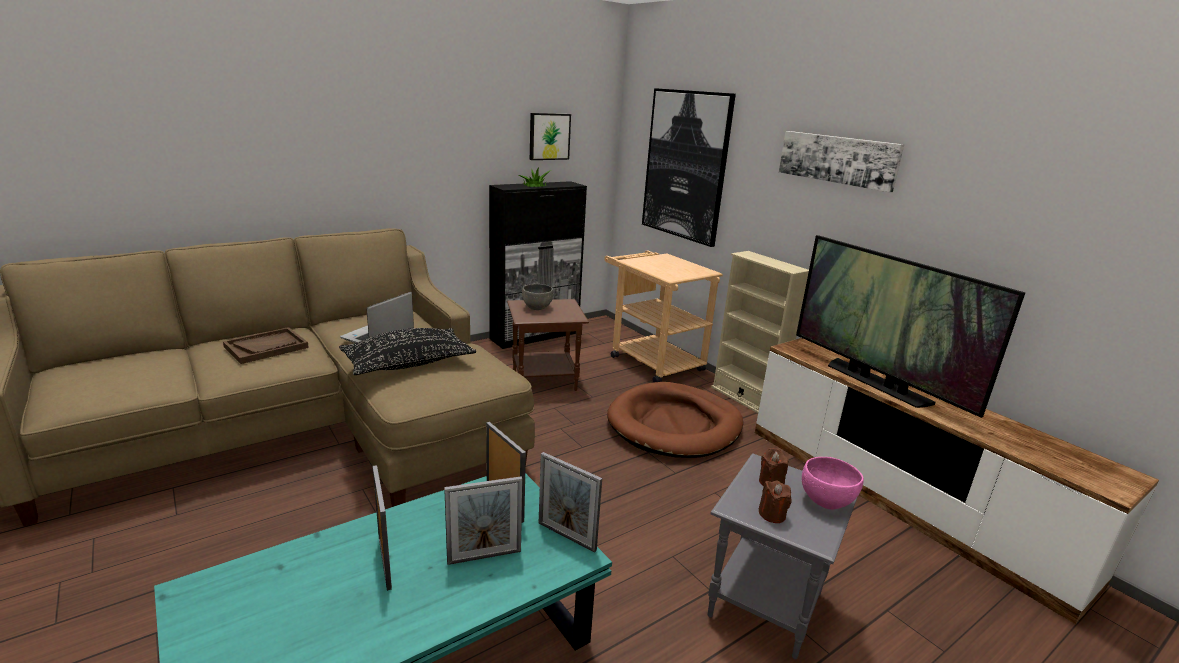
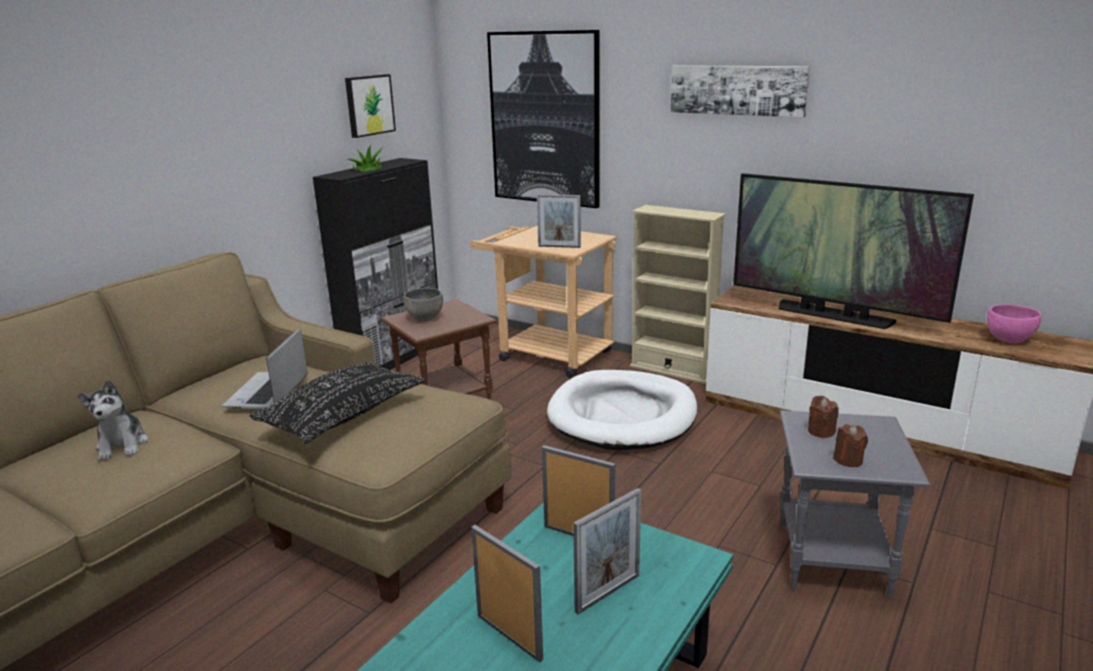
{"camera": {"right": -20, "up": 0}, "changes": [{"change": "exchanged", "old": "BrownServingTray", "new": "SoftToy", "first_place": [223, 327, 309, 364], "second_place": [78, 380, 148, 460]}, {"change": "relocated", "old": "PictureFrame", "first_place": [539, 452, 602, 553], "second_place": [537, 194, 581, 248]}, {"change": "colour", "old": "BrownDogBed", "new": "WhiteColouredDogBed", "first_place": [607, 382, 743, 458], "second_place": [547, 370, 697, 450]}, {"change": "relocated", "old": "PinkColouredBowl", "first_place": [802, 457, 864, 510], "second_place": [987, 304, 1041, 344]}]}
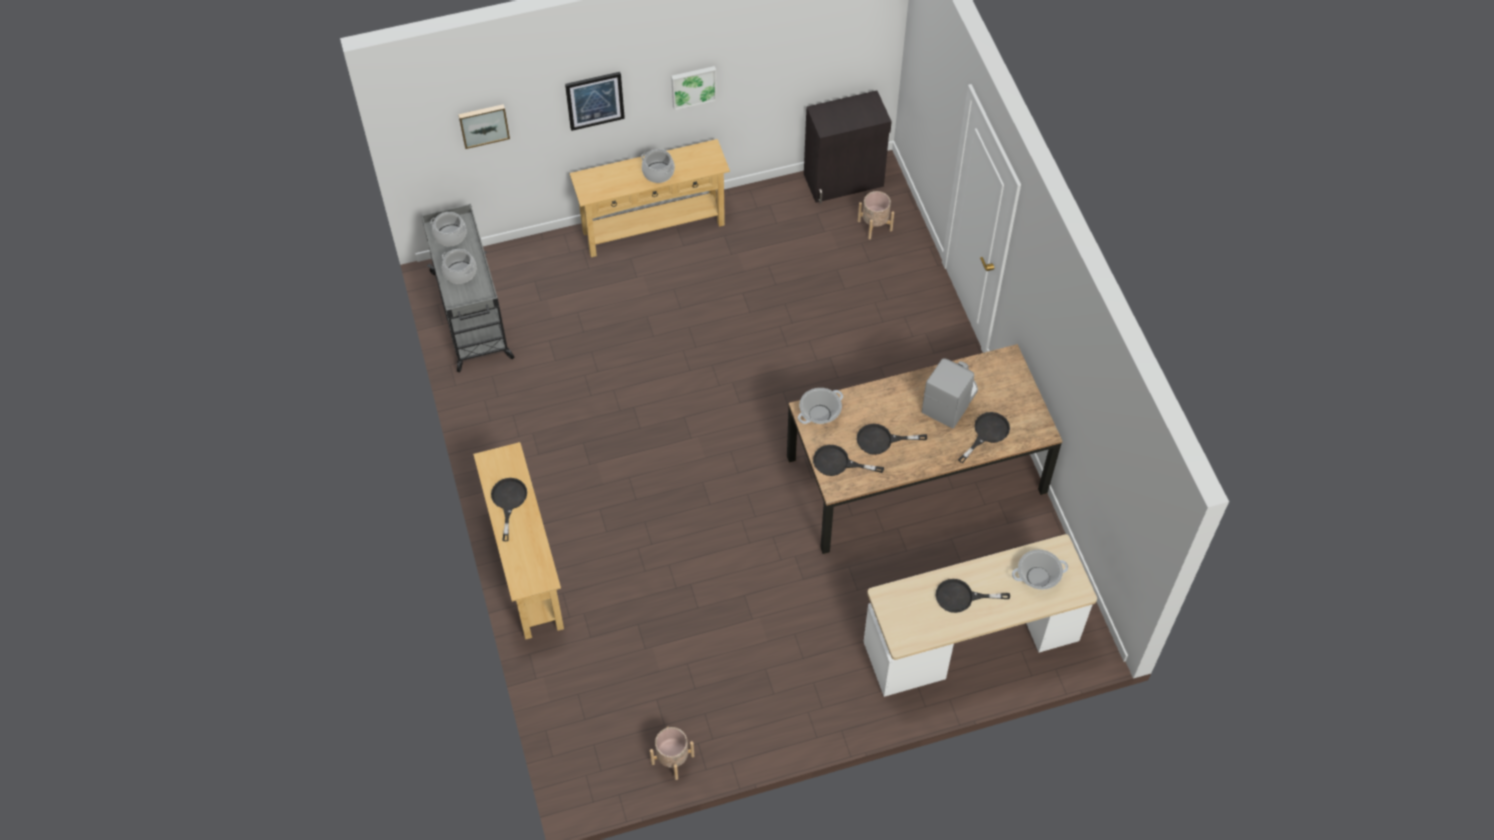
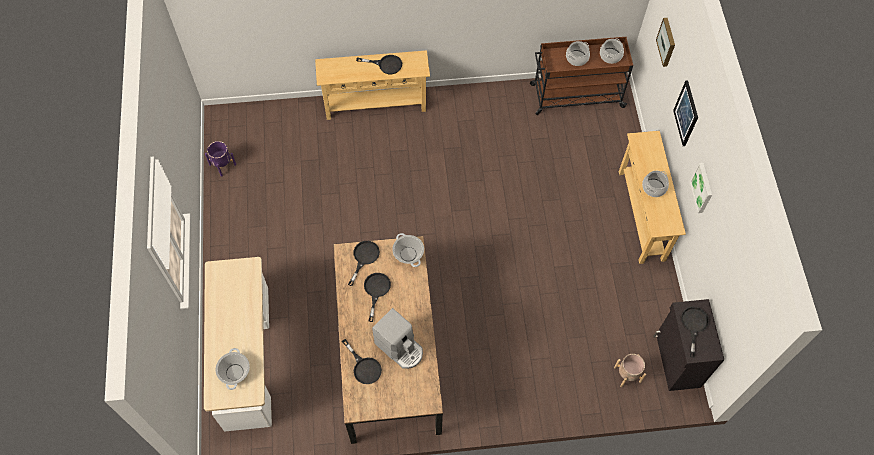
{"camera": {"right": 100, "up": 5}, "changes": [{"change": "colour", "old": "BeigeColouredPlanter", "new": "PurplePlanter", "first_place": [650, 726, 694, 780], "second_place": [205, 141, 236, 176]}, {"change": "colour", "old": "GreyishCart", "new": "BrownCart", "first_place": [421, 204, 514, 372], "second_place": [530, 37, 633, 115]}, {"change": "relocated", "old": "BlackishSkillet", "first_place": [935, 579, 1010, 613], "second_place": [681, 307, 709, 358]}]}
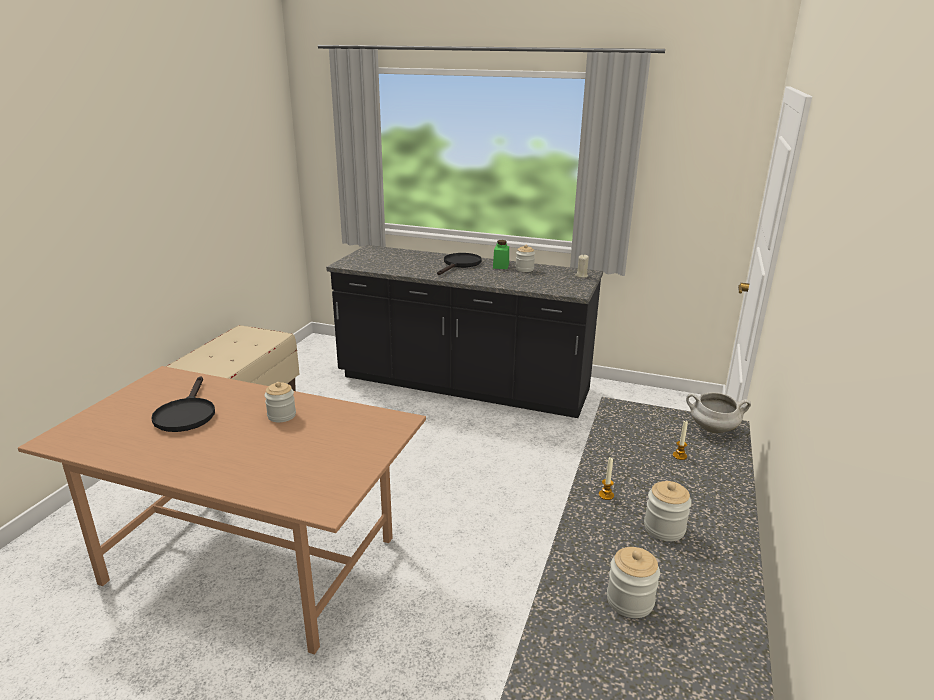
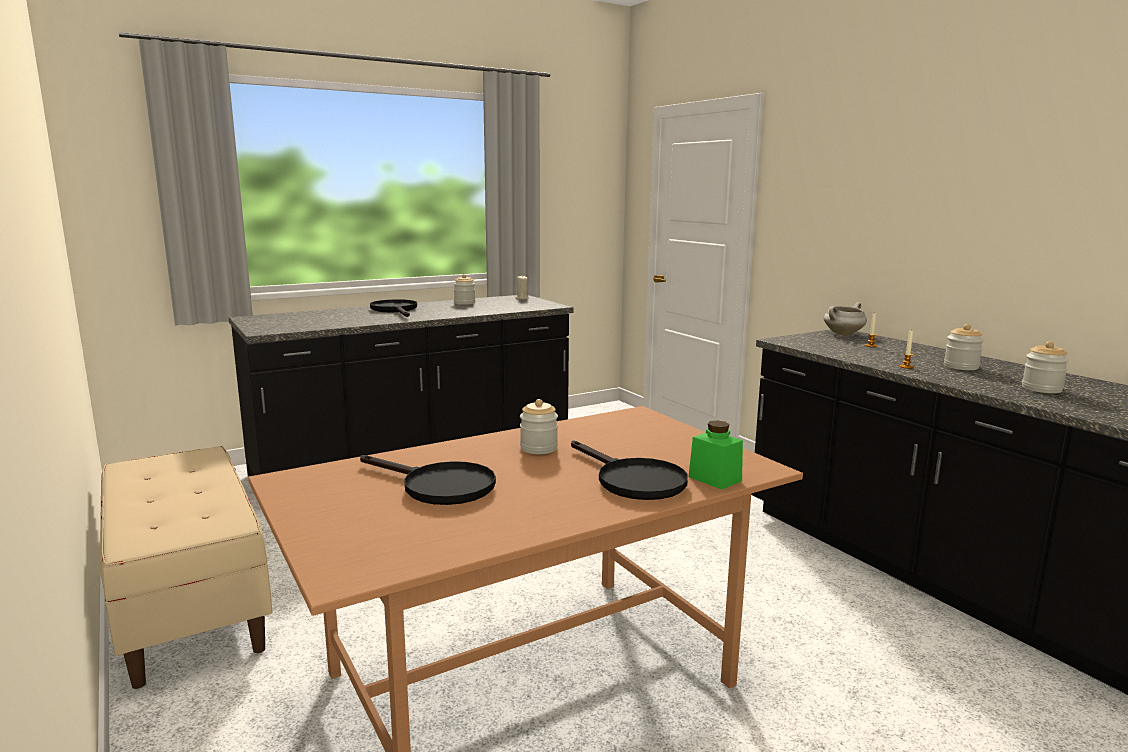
{"camera": {"right": -50, "up": -10}, "changes": [{"change": "appeared", "new": "BlackishSkillet", "second_place": [571, 440, 688, 500]}, {"change": "relocated", "old": "GreenColouredJar", "first_place": [493, 240, 509, 269], "second_place": [689, 420, 743, 490]}]}
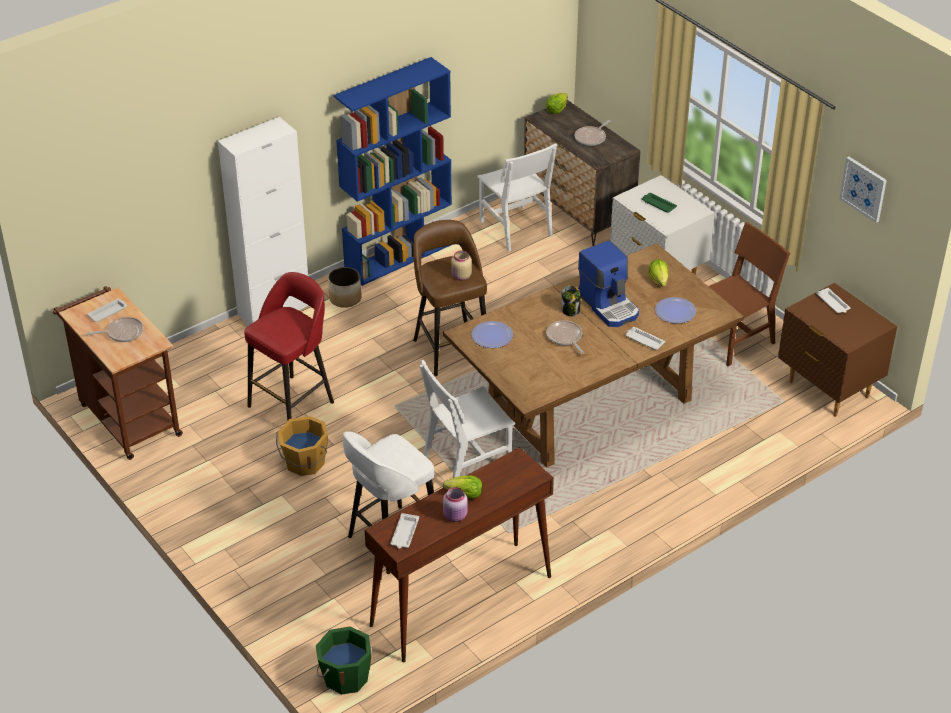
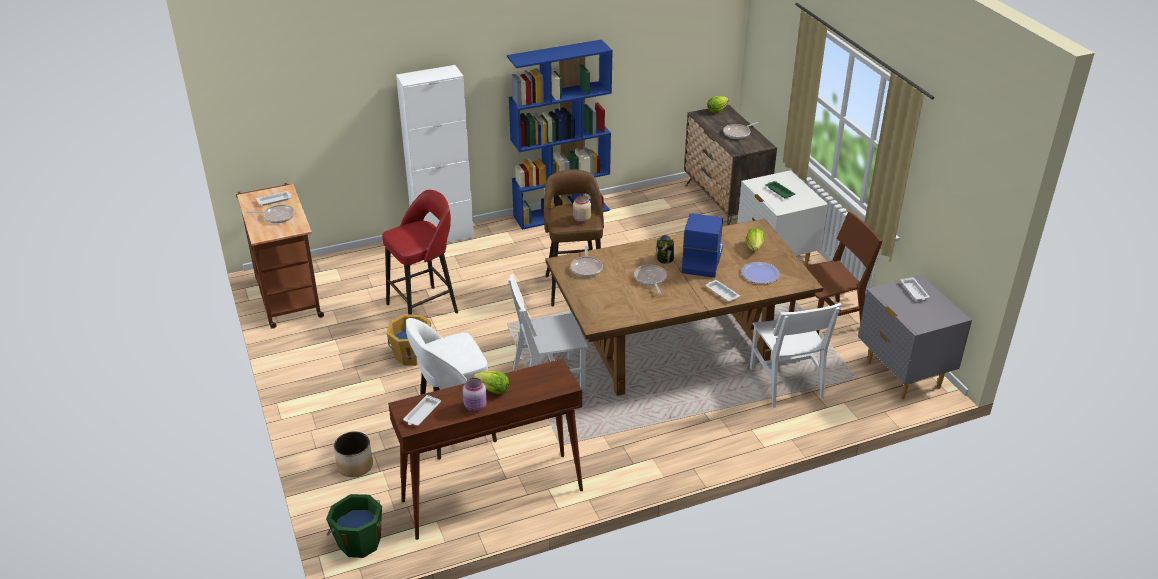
{"camera": {"right": 15, "up": -5}, "changes": [{"change": "relocated", "old": "Planter", "first_place": [328, 267, 361, 308], "second_place": [334, 432, 373, 477]}, {"change": "exchanged", "old": "DinnerPlate", "new": "Skillet", "first_place": [472, 321, 513, 348], "second_place": [570, 246, 603, 277]}, {"change": "spun", "old": "CoffeeBrewer", "first_place": [578, 240, 639, 327], "second_place": [681, 214, 723, 278], "degrees": -150}, {"change": "relocated", "old": "WhiteColouredPlainChair", "first_place": [477, 143, 557, 251], "second_place": [750, 303, 842, 408]}, {"change": "colour", "old": "BrownNightTable", "new": "GreyishNightTable", "first_place": [778, 283, 897, 417], "second_place": [858, 275, 972, 399]}, {"change": "missing", "old": "WallArt", "first_place": [839, 157, 887, 223]}]}
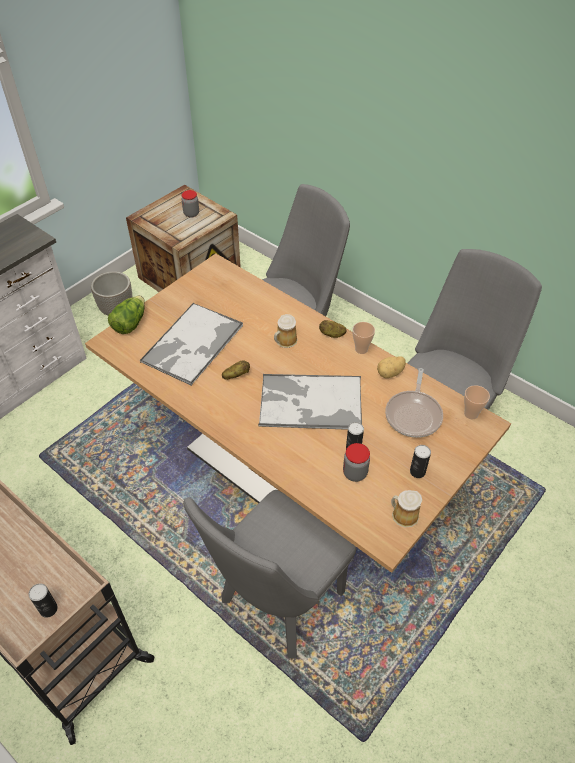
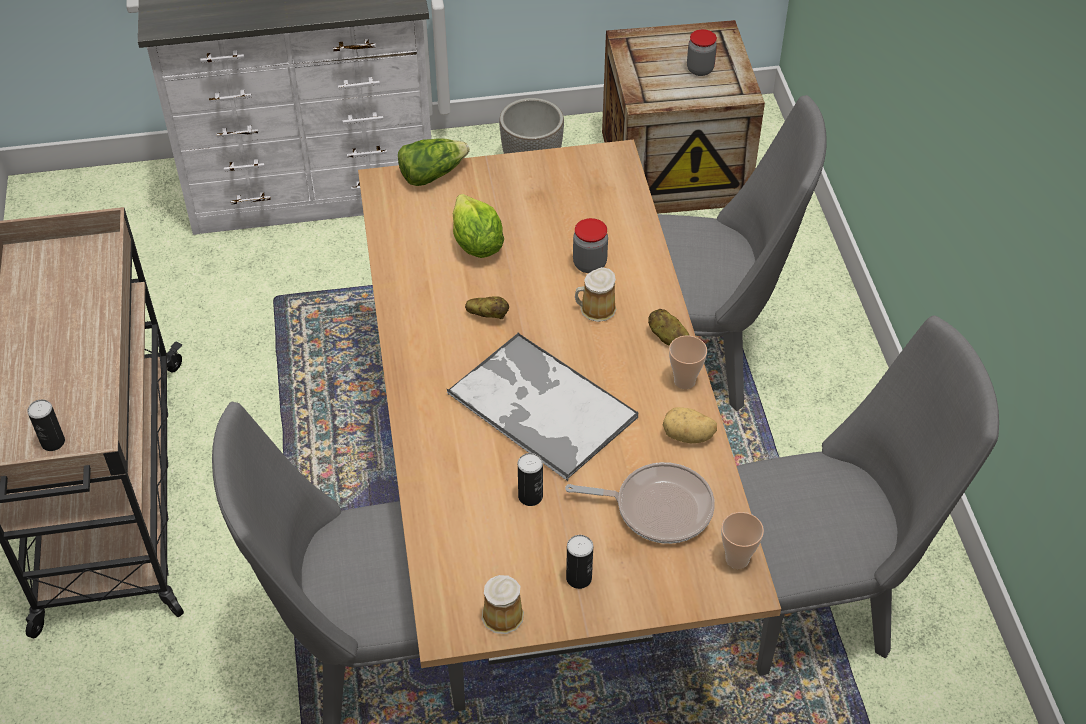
{"camera": {"right": 40, "up": 0}, "changes": [{"change": "exchanged", "old": "ServingTray", "new": "LettuceHead", "first_place": [140, 303, 243, 386], "second_place": [453, 194, 504, 258]}, {"change": "spun", "old": "Skillet", "first_place": [385, 368, 443, 438], "second_place": [565, 462, 715, 544], "degrees": -135}, {"change": "relocated", "old": "Jar", "first_place": [343, 443, 370, 482], "second_place": [573, 218, 608, 273]}]}
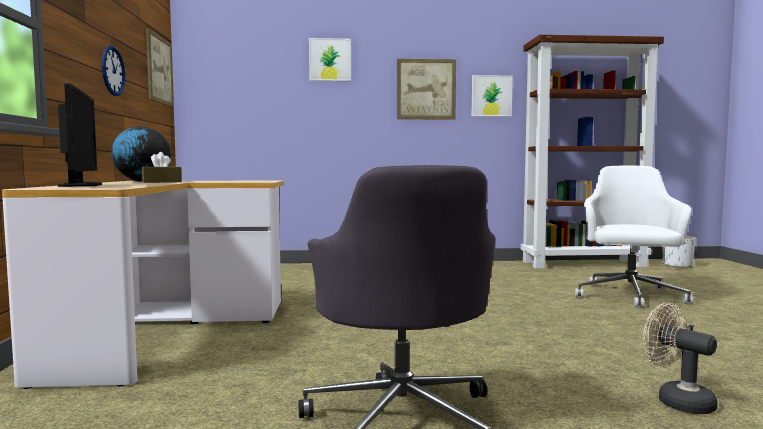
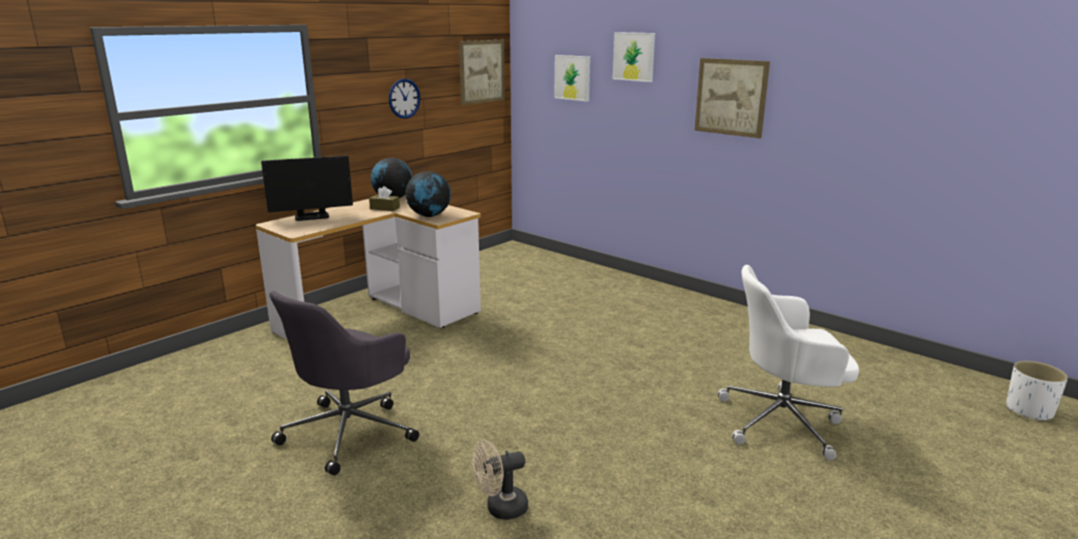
{"camera": {"right": 45, "up": 15}, "changes": [{"change": "spun", "old": "ComputerDisplay", "first_place": [58, 83, 102, 187], "second_place": [261, 156, 353, 221], "degrees": 45}, {"change": "appeared", "new": "WorldGlobe", "second_place": [405, 171, 451, 217]}, {"change": "spun", "old": "BeigeColouredElectricFan", "first_place": [643, 303, 717, 414], "second_place": [472, 440, 528, 520], "degrees": -120}, {"change": "relocated", "old": "WallArt", "first_place": [472, 75, 513, 117], "second_place": [555, 55, 590, 102]}, {"change": "spun", "old": "WhiteColouredComputerChair", "first_place": [575, 165, 693, 308], "second_place": [718, 265, 859, 461], "degrees": -150}, {"change": "missing", "old": "BrownBookshelf", "first_place": [521, 35, 664, 269]}]}
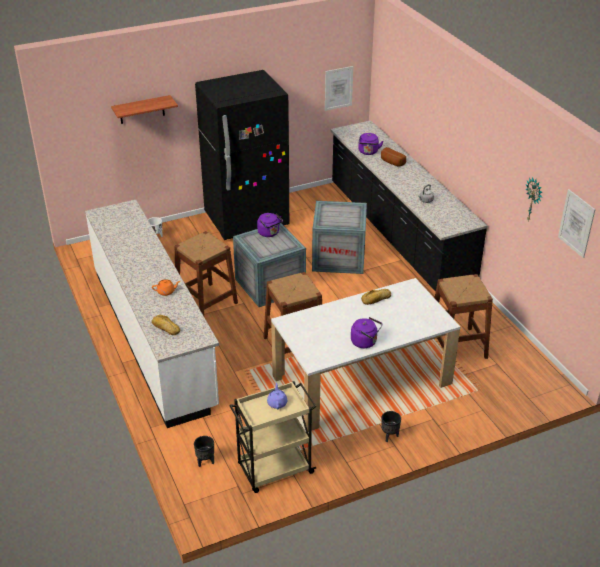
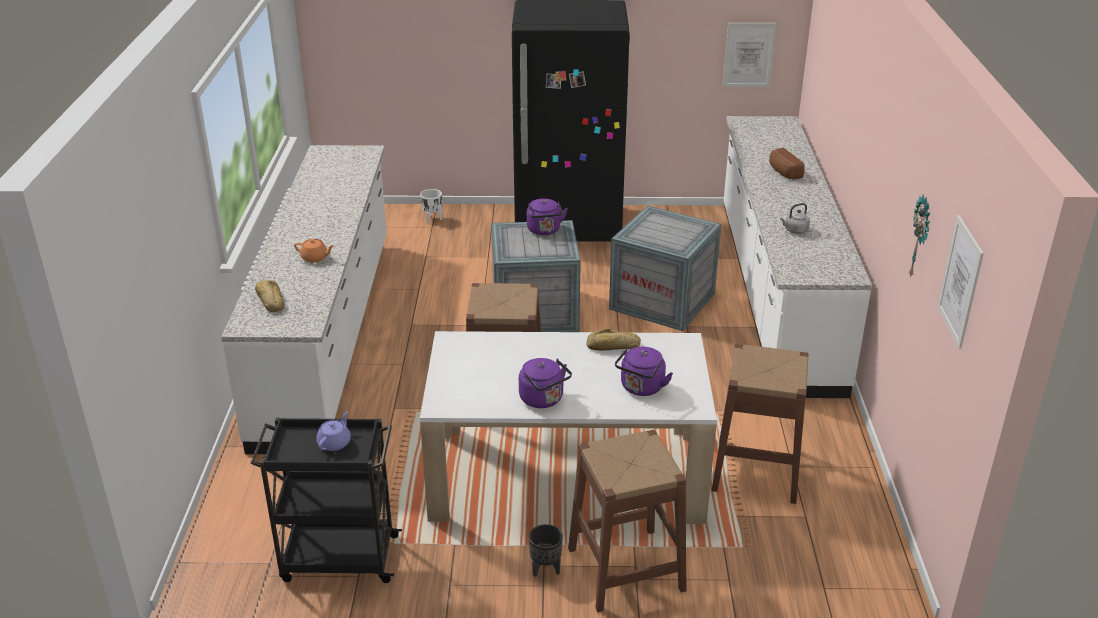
{"camera": {"right": 25, "up": -5}, "changes": [{"change": "colour", "old": "BeigeColouredCart", "new": "BlackishCart", "first_place": [229, 381, 316, 493], "second_place": [250, 418, 402, 583]}, {"change": "relocated", "old": "BrownStoolSeat", "first_place": [174, 231, 238, 316], "second_place": [568, 430, 687, 612]}, {"change": "relocated", "old": "PurpleWaterKettle", "first_place": [358, 133, 383, 155], "second_place": [615, 347, 673, 396]}, {"change": "colour", "old": "BlackishKitchenCounter", "new": "WhiteColouredKitchenCounter", "first_place": [330, 120, 487, 298], "second_place": [724, 116, 872, 398]}, {"change": "missing", "old": "Shelf", "first_place": [111, 95, 178, 124]}, {"change": "missing", "old": "BlackishPlanter", "first_place": [194, 436, 214, 467]}]}
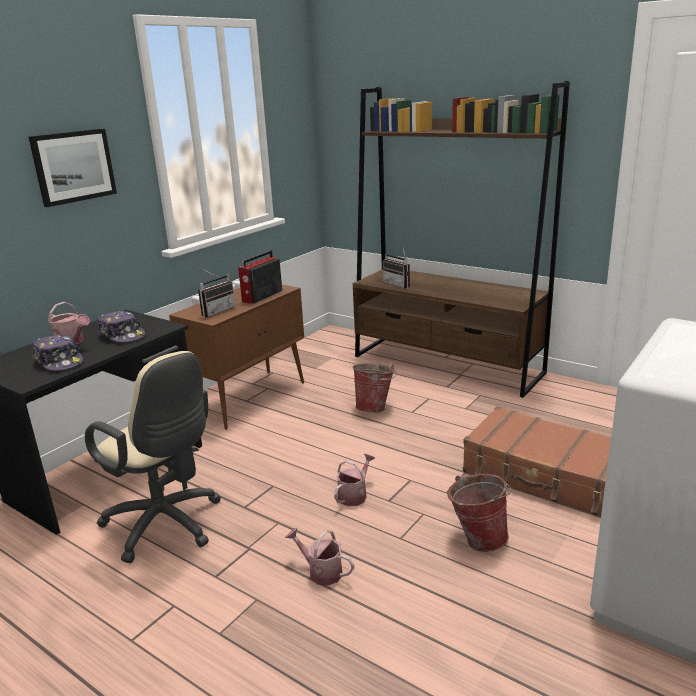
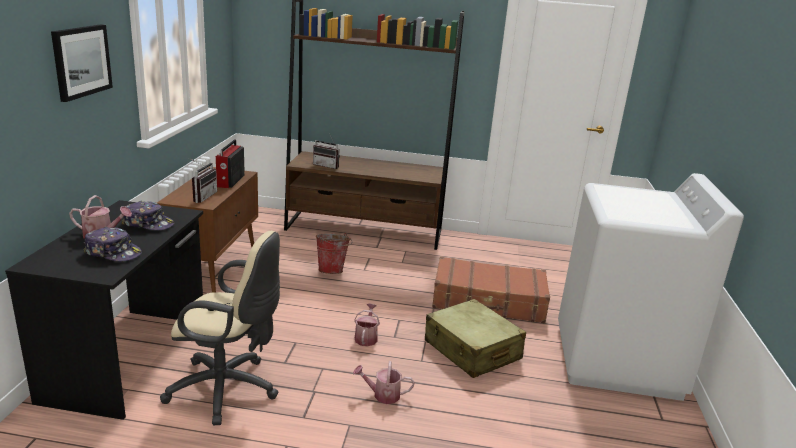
{"camera": {"right": -30, "up": 0}, "changes": [{"change": "exchanged", "old": "Bucket", "new": "BeigeColouredTravelCase", "first_place": [448, 474, 512, 552], "second_place": [425, 299, 526, 378]}]}
